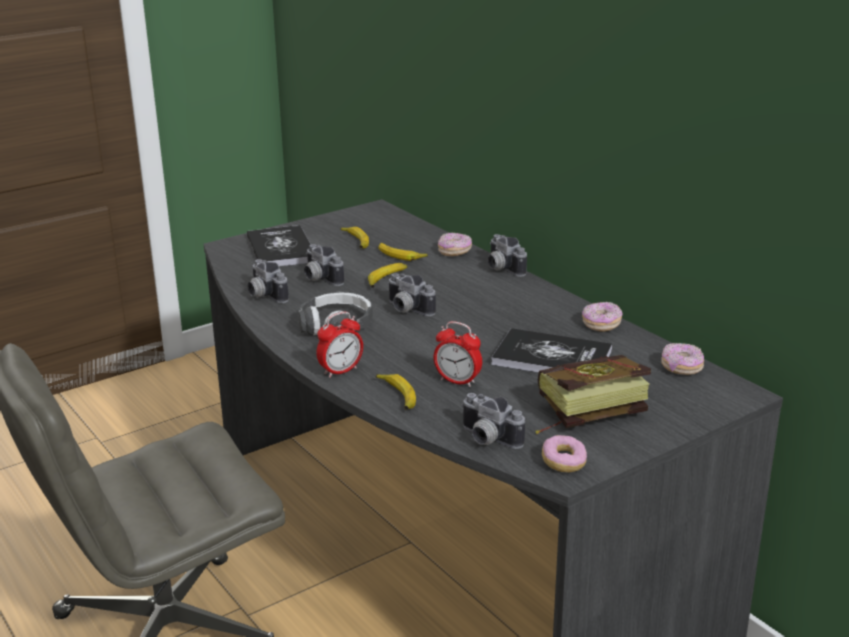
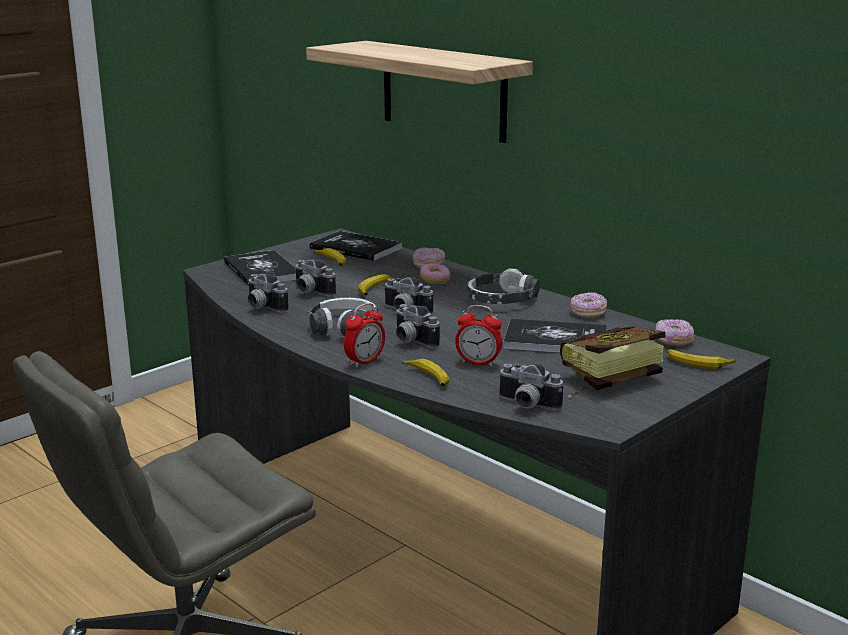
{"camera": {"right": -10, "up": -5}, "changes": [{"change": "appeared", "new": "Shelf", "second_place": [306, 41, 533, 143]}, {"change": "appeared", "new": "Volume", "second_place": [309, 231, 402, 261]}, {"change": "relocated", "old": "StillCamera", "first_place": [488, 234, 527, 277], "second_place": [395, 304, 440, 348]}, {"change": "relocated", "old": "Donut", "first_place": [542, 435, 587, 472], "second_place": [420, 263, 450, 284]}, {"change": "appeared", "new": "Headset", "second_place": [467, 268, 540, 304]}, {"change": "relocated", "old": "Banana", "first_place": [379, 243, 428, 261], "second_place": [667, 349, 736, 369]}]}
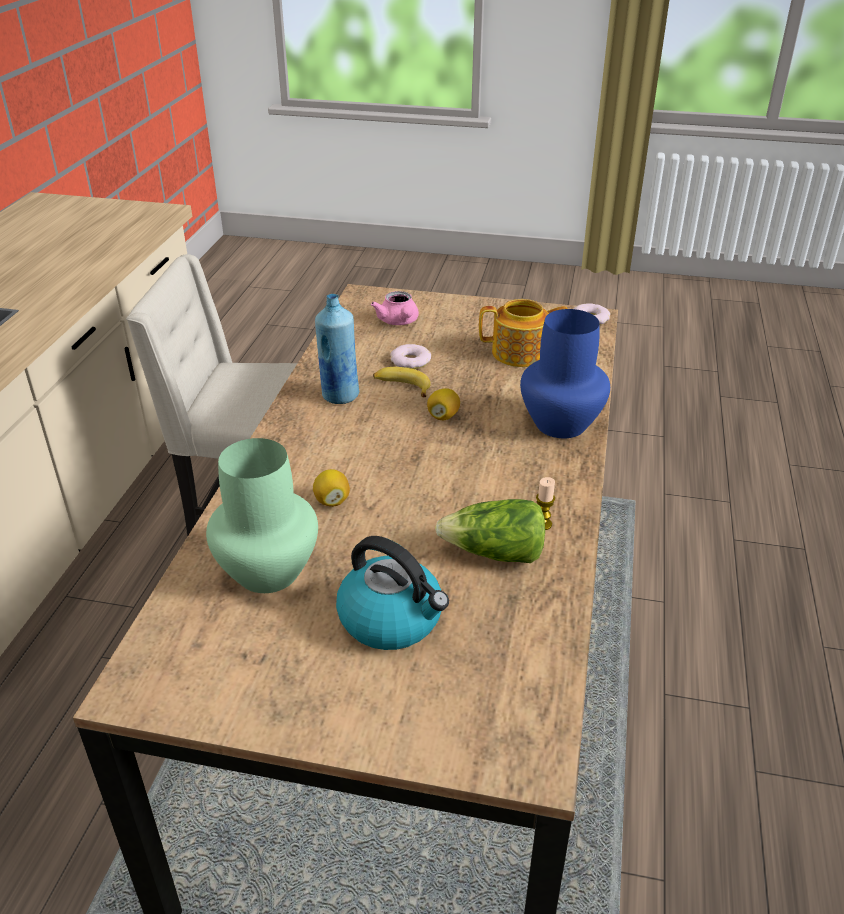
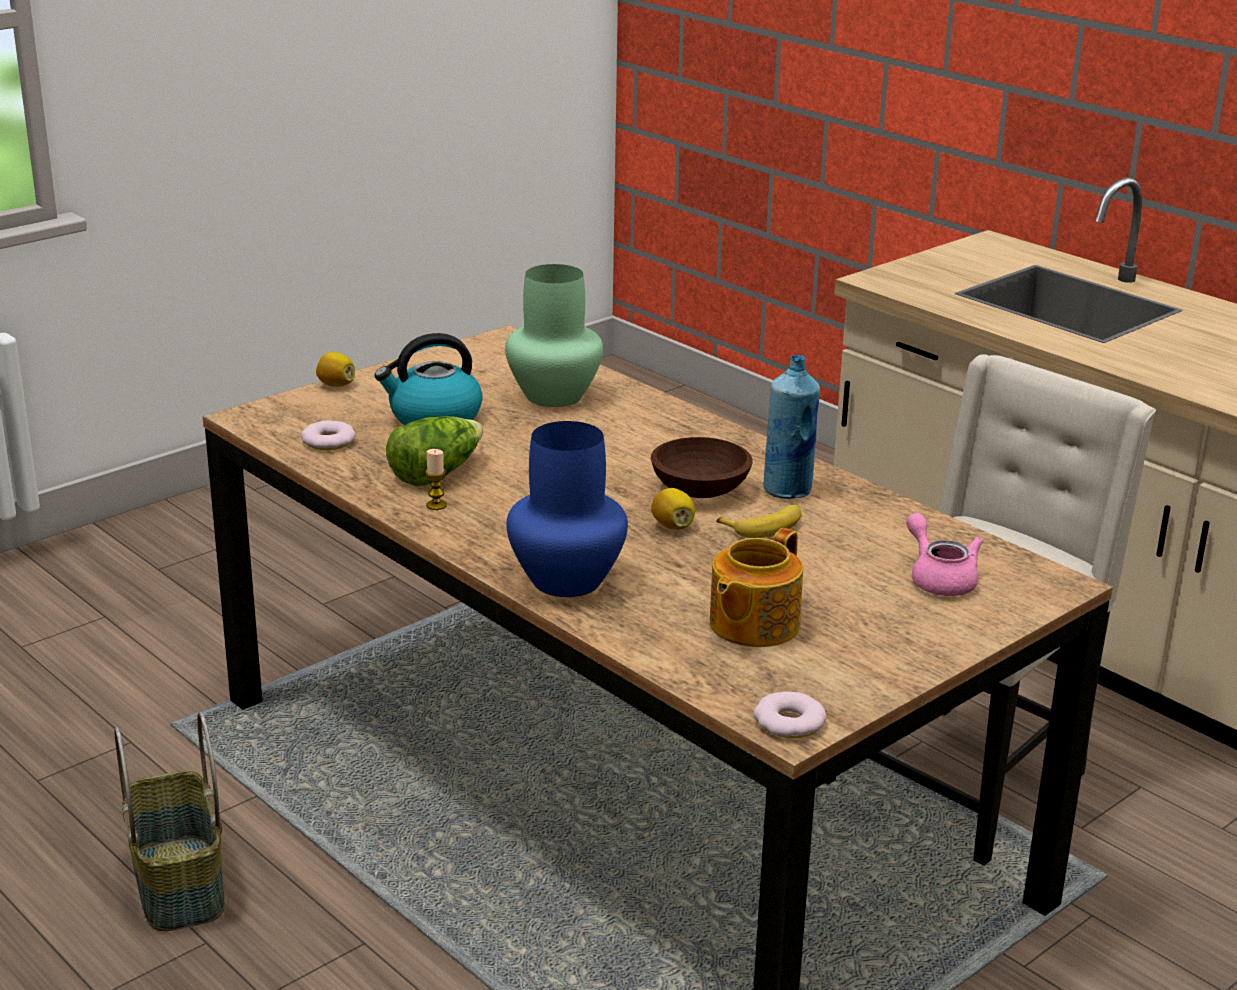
{"camera": {"right": 125, "up": -10}, "changes": [{"change": "appeared", "new": "Basket", "second_place": [114, 712, 225, 931]}, {"change": "relocated", "old": "Donut", "first_place": [390, 344, 431, 369], "second_place": [301, 420, 356, 450]}, {"change": "relocated", "old": "CitrusFruit", "first_place": [313, 469, 350, 507], "second_place": [316, 352, 355, 387]}, {"change": "appeared", "new": "BrownBowl", "second_place": [651, 437, 753, 498]}, {"change": "spun", "old": "PinkColouredTeaPot", "first_place": [371, 291, 419, 325], "second_place": [906, 513, 983, 596], "degrees": 45}]}
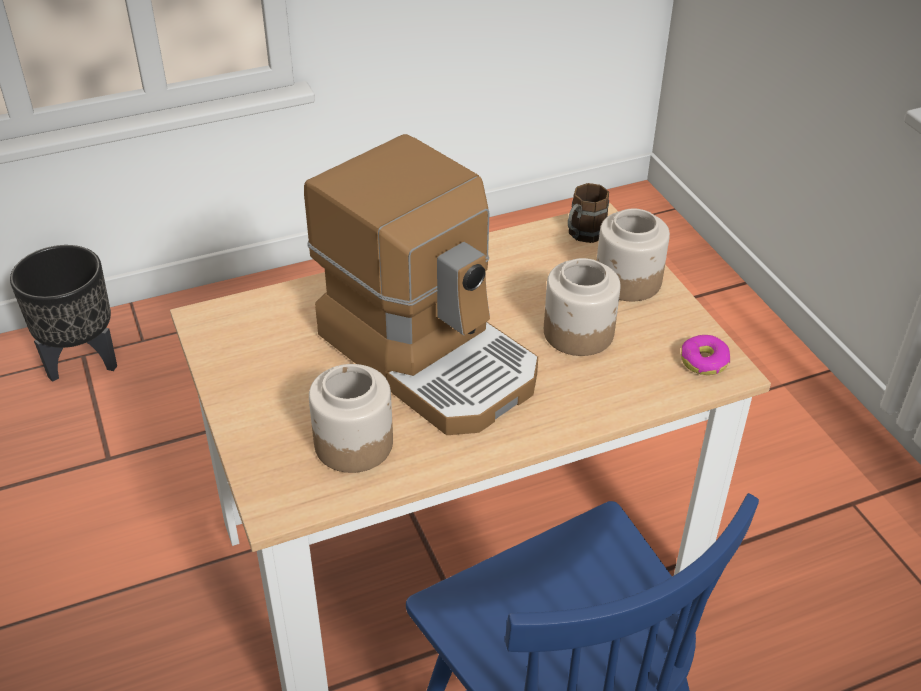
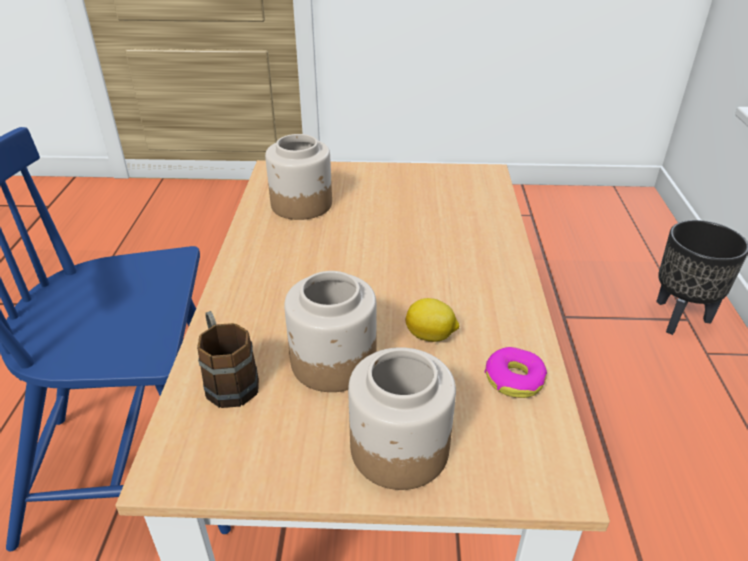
{"camera": {"right": 115, "up": -5}, "changes": [{"change": "relocated", "old": "BrownCoffeeMug", "first_place": [568, 183, 609, 243], "second_place": [197, 311, 259, 408]}, {"change": "appeared", "new": "CitrusFruit", "second_place": [405, 298, 460, 342]}, {"change": "relocated", "old": "Donut", "first_place": [681, 335, 730, 375], "second_place": [484, 347, 547, 398]}, {"change": "missing", "old": "CoffeeBrewer", "first_place": [304, 134, 538, 435]}]}
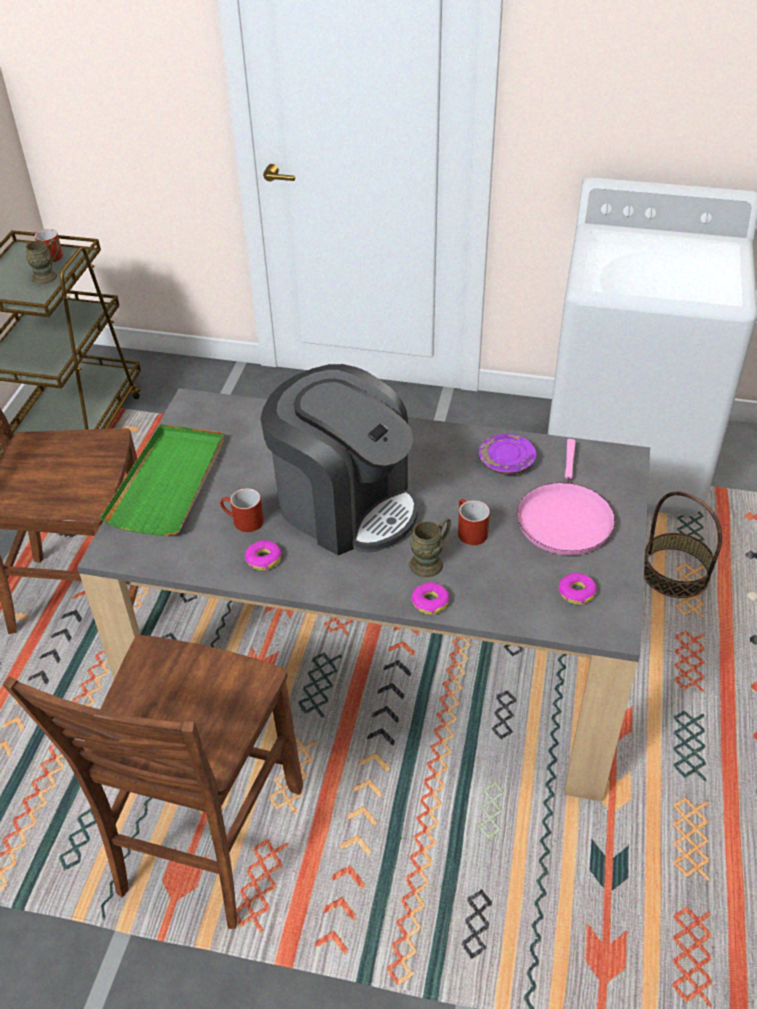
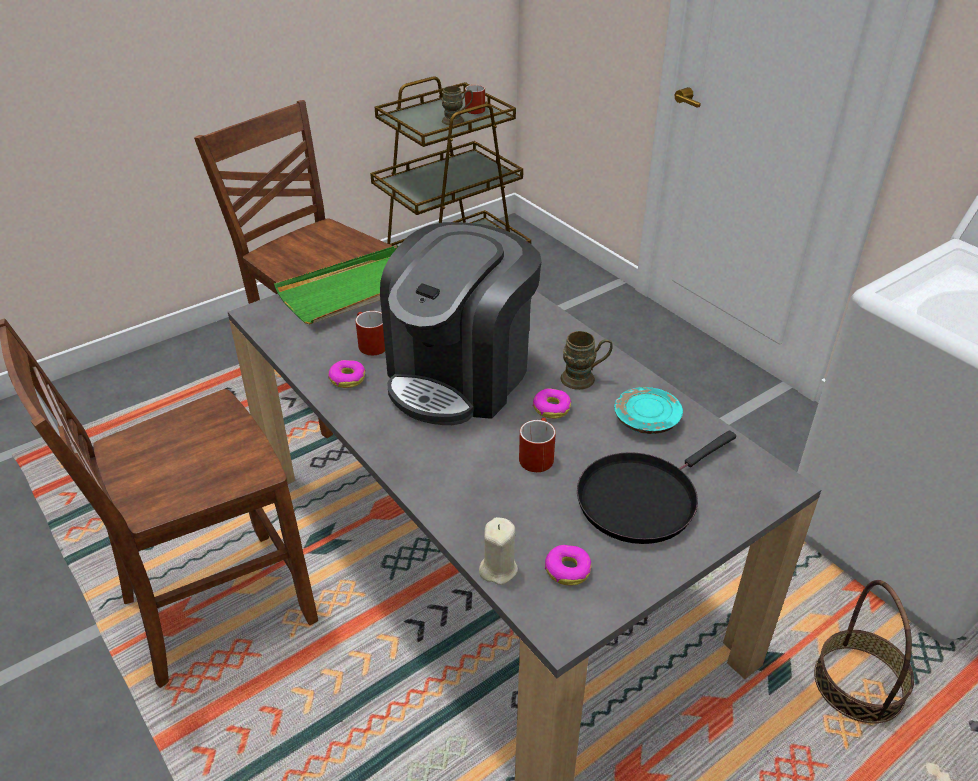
{"camera": {"right": 40, "up": -5}, "changes": [{"change": "spun", "old": "CoffeeBrewer", "first_place": [260, 364, 418, 555], "second_place": [380, 222, 542, 425], "degrees": 45}, {"change": "appeared", "new": "BeigeColouredWaxLight", "second_place": [479, 517, 518, 585]}, {"change": "relocated", "old": "Donut", "first_place": [411, 582, 449, 614], "second_place": [533, 388, 571, 419]}, {"change": "relocated", "old": "BrownCoffeeMug", "first_place": [409, 518, 451, 577], "second_place": [561, 331, 613, 390]}, {"change": "colour", "old": "PinkColouredSkillet", "new": "BlackishSkillet", "first_place": [517, 439, 615, 555], "second_place": [577, 430, 736, 544]}, {"change": "colour", "old": "PurpleDinnerPlate", "new": "TurquoiseDinnerPlate", "first_place": [479, 434, 536, 475], "second_place": [614, 387, 683, 434]}]}
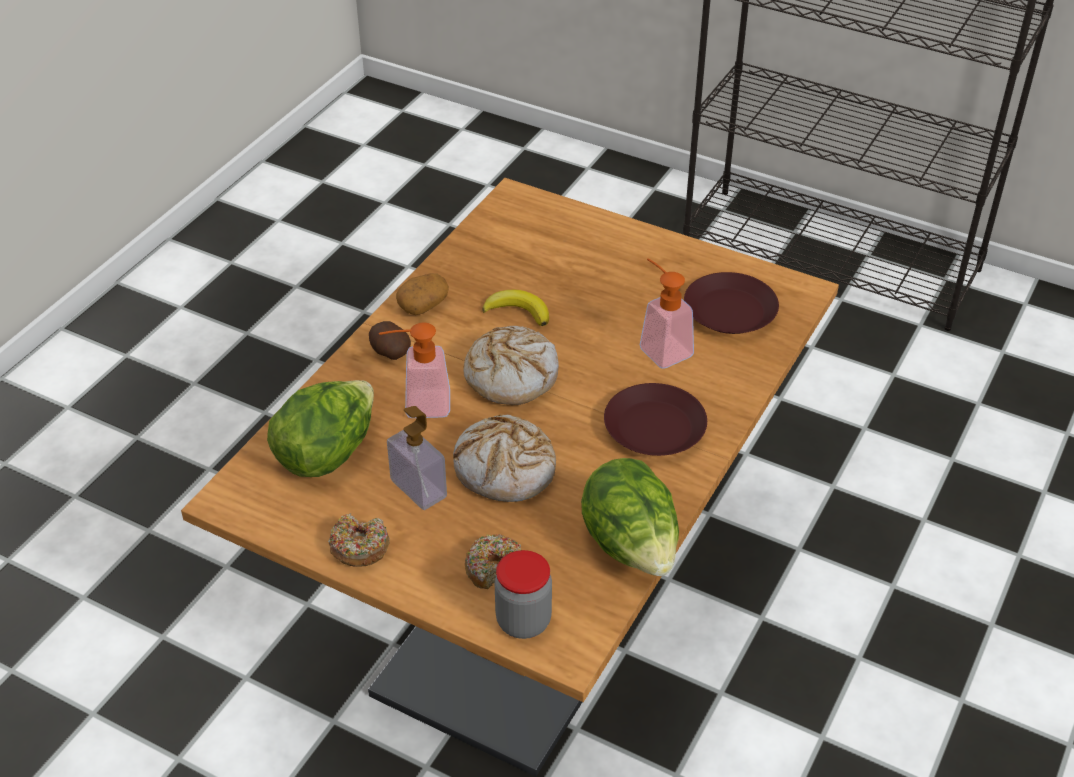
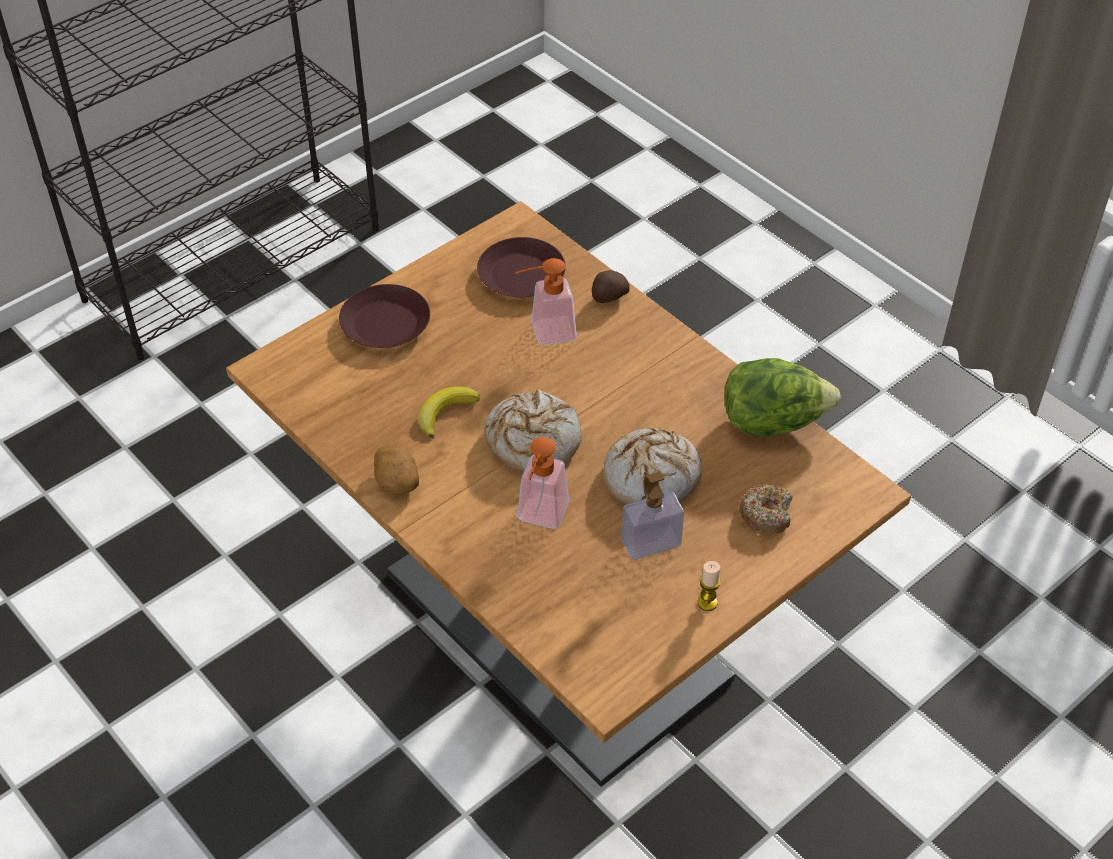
{"camera": {"right": -70, "up": 5}, "changes": [{"change": "relocated", "old": "BrownDinnerPlate", "first_place": [604, 383, 707, 456], "second_place": [339, 284, 430, 348]}, {"change": "relocated", "old": "Potato", "first_place": [369, 321, 411, 360], "second_place": [592, 270, 629, 303]}, {"change": "exchanged", "old": "Donut", "new": "WaxLight", "first_place": [328, 513, 389, 567], "second_place": [697, 561, 721, 611]}, {"change": "missing", "old": "LettuceHead", "first_place": [267, 380, 374, 477]}, {"change": "missing", "old": "Jar", "first_place": [495, 550, 552, 639]}]}
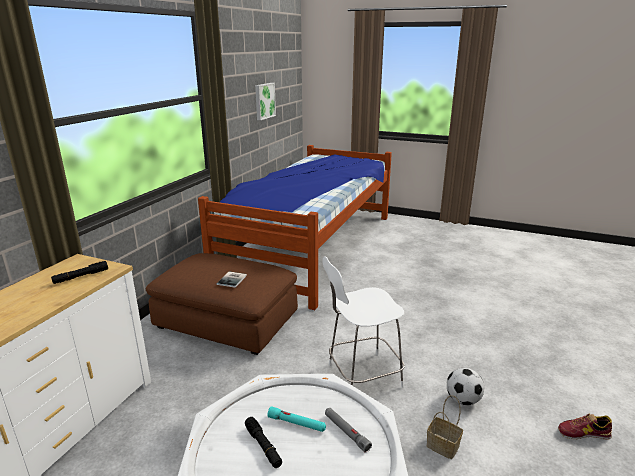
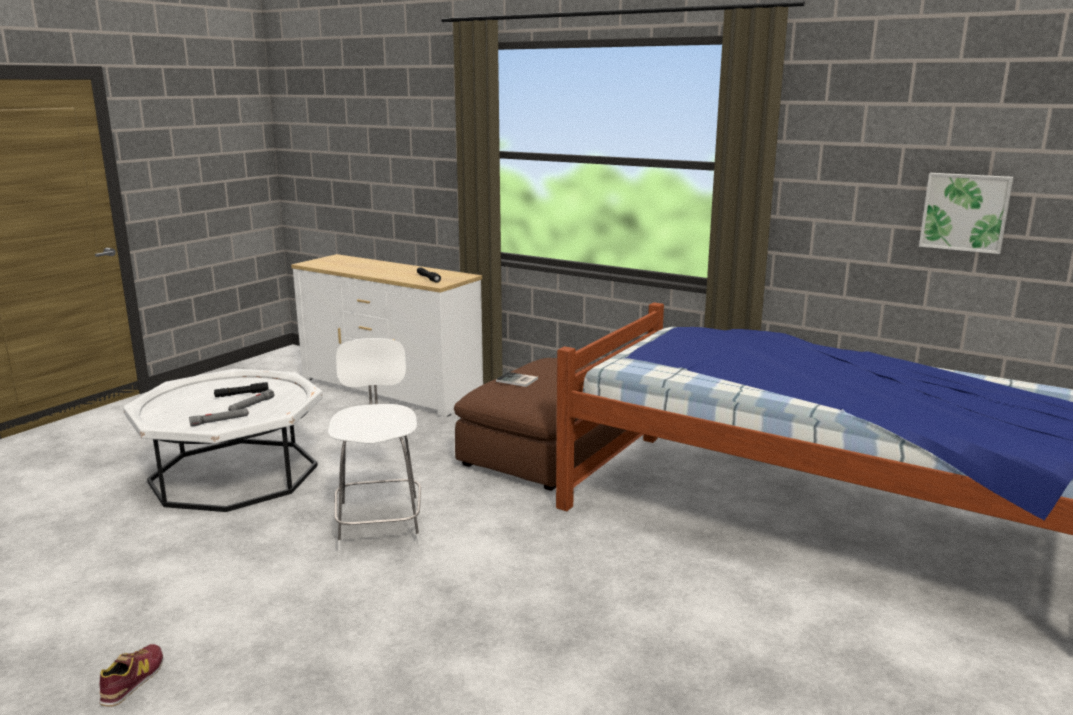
{"camera": {"right": 100, "up": -5}, "changes": [{"change": "colour", "old": "TurquoiseHandTorch", "new": "GreyishHandTorch", "first_place": [267, 406, 326, 432], "second_place": [228, 389, 274, 411]}, {"change": "missing", "old": "Basket", "first_place": [427, 395, 463, 459]}, {"change": "missing", "old": "FootballBall", "first_place": [447, 368, 484, 405]}]}
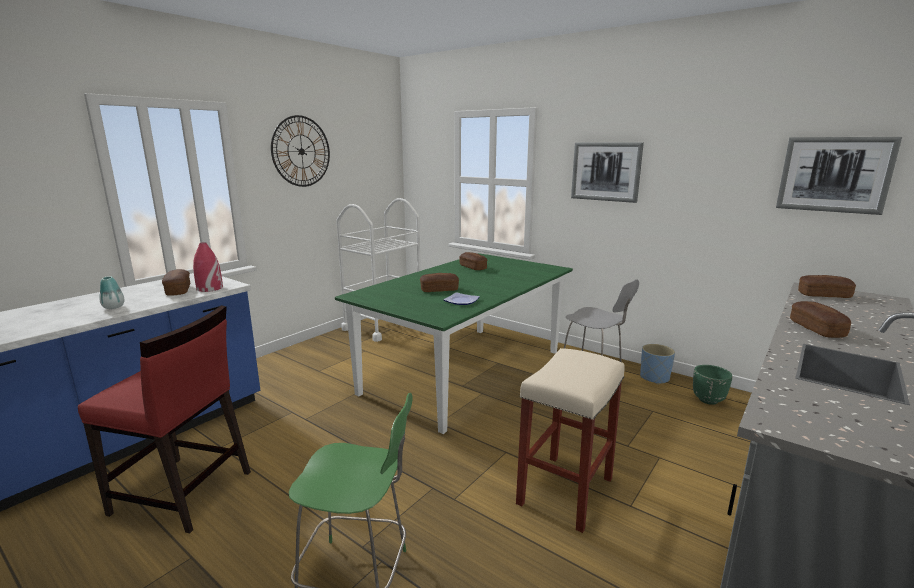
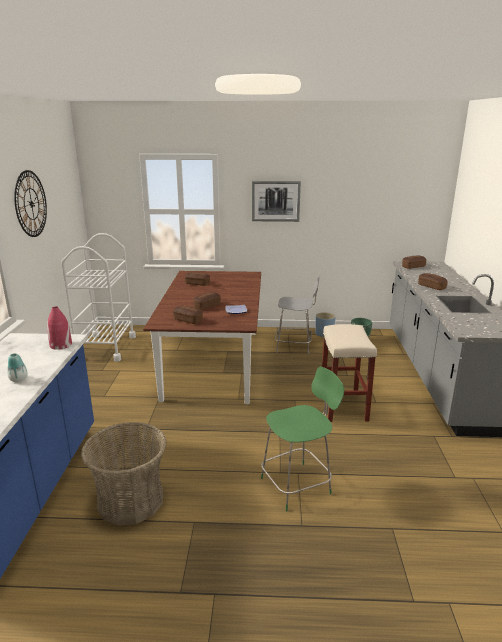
{"camera": {"right": -35, "up": 5}, "changes": [{"change": "exchanged", "old": "RedColouredPlainChair", "new": "Basket", "first_place": [78, 305, 251, 533], "second_place": [81, 422, 167, 526]}, {"change": "colour", "old": "GreenColouredDiningTable", "new": "BrownDiningTable", "first_place": [335, 253, 573, 434], "second_place": [143, 271, 261, 404]}, {"change": "relocated", "old": "BakedBread", "first_place": [162, 269, 190, 296], "second_place": [173, 306, 203, 324]}, {"change": "missing", "old": "WallArt", "first_place": [776, 137, 902, 215]}]}
